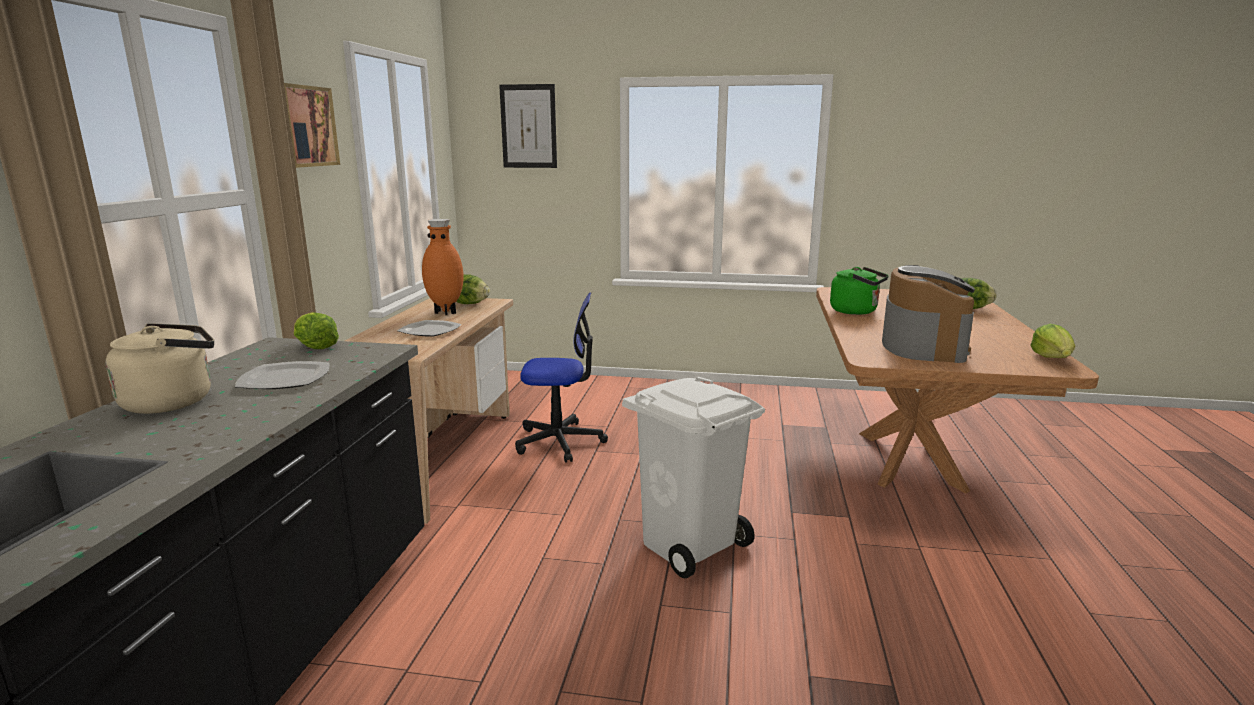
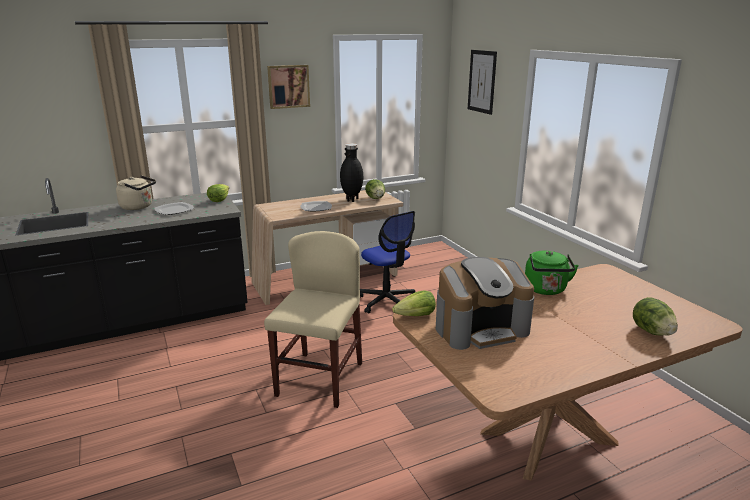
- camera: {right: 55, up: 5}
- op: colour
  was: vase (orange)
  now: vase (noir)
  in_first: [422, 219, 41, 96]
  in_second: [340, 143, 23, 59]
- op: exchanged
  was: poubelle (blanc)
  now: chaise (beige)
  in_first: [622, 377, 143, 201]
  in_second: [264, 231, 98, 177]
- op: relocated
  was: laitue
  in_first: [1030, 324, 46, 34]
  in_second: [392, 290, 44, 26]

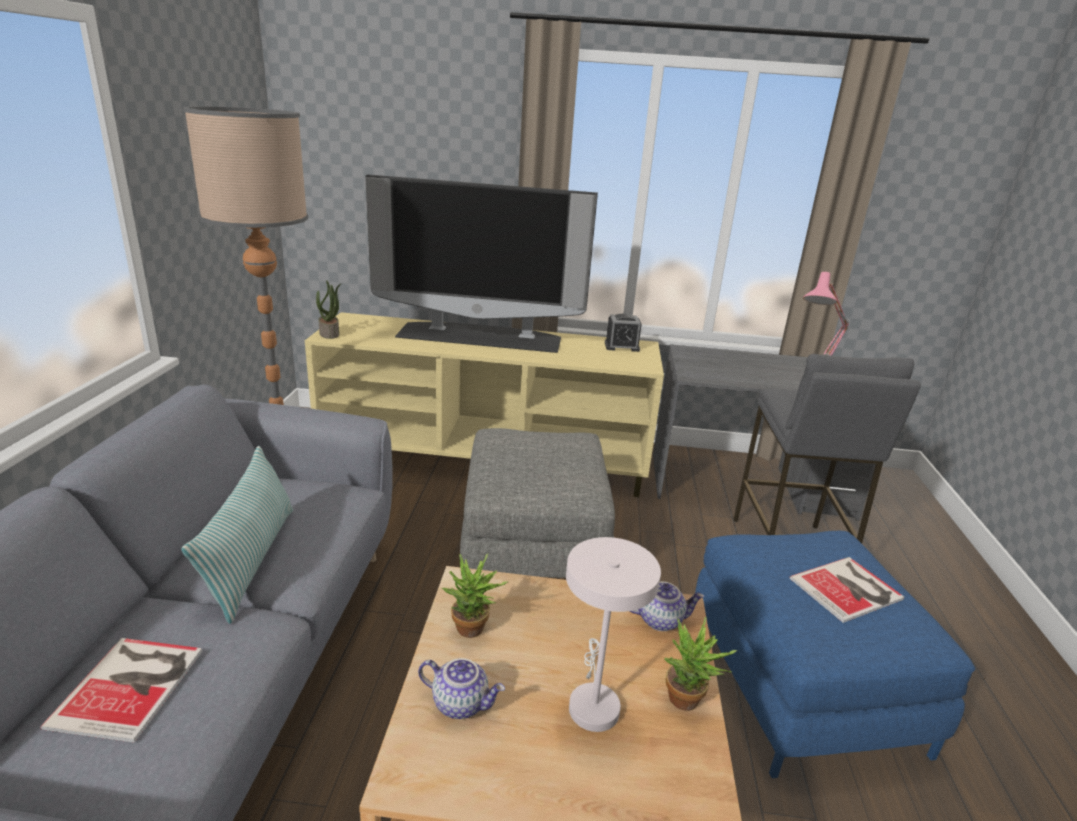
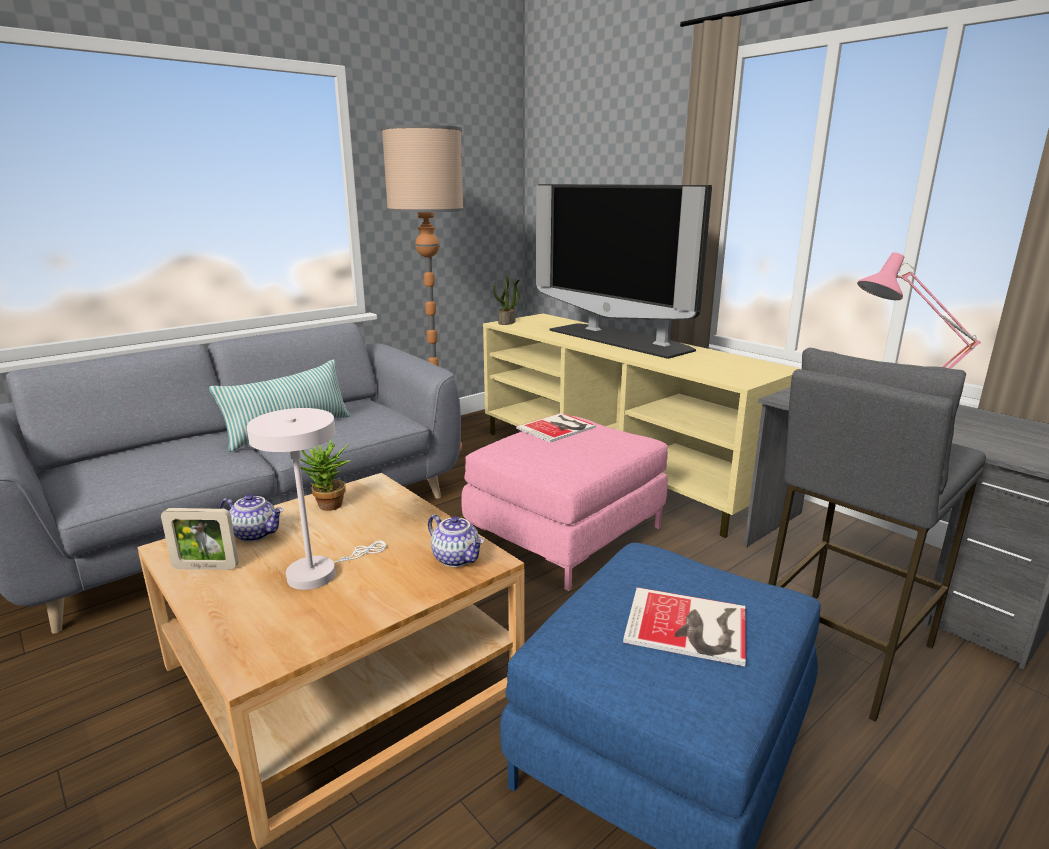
- camera: {right: 45, up: -5}
- op: relocated
  was: livre
  in_first: [40, 638, 162, 105]
  in_second: [516, 413, 80, 30]
- op: spun
  was: théière
  in_first: [418, 658, 87, 61]
  in_second: [220, 494, 63, 48]
  clockwise: -45
- op: colour
  was: pouf (gris)
  now: pouf (rose)
  in_first: [460, 428, 155, 150]
  in_second: [461, 416, 207, 175]
- op: missing
  was: réveil
  in_first: [605, 314, 37, 38]
- op: missing
  was: plante en pot
  in_first: [664, 617, 74, 94]
- op: appeared
  now: cadre photo
  in_second: [161, 508, 78, 62]

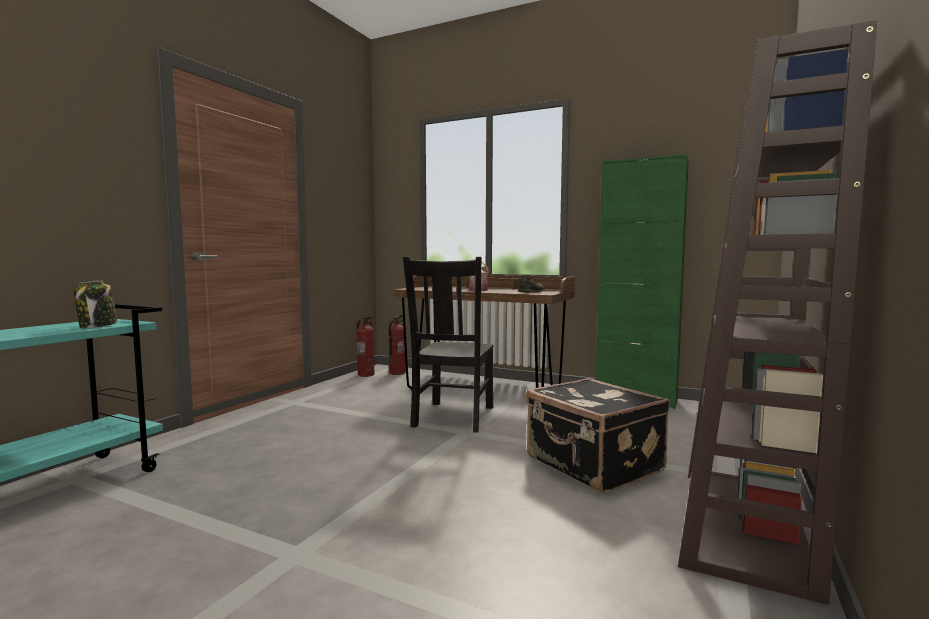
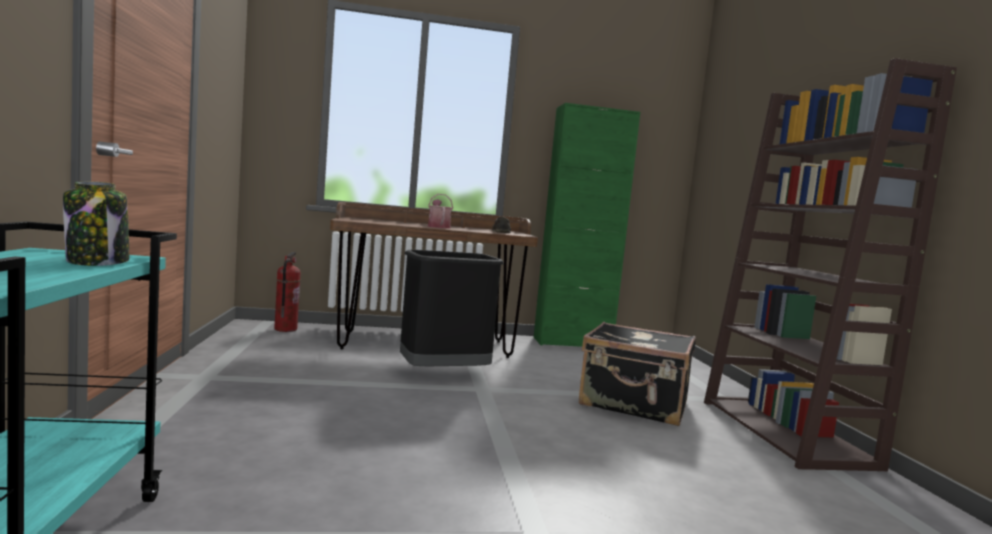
- camera: {right: -35, up: 0}
- op: missing
  was: extincteur
  in_first: [357, 317, 17, 60]
- op: exchanged
  was: chaise (noir)
  now: poubelle (noir)
  in_first: [403, 257, 90, 176]
  in_second: [400, 250, 104, 116]

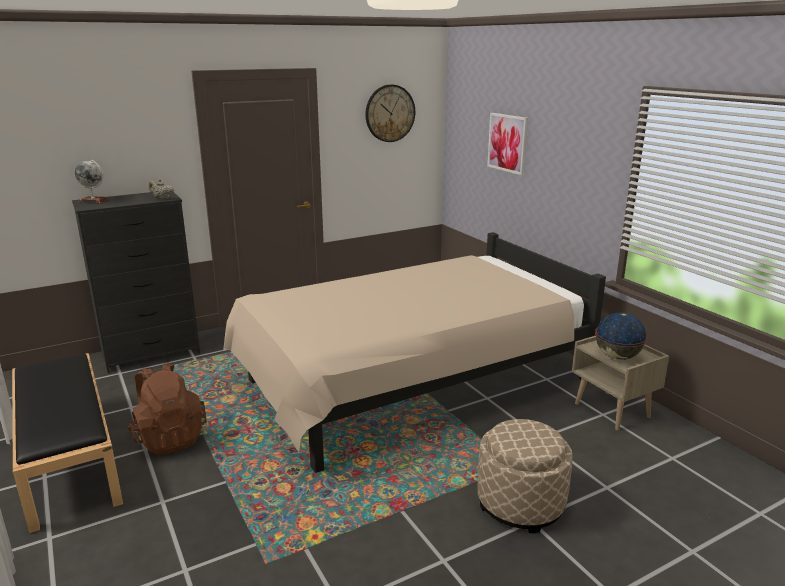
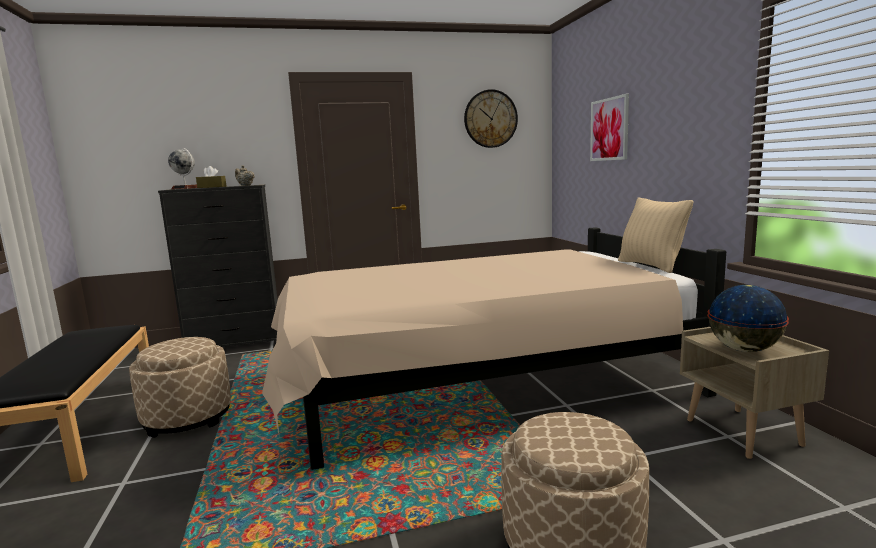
- camera: {right: 15, up: -10}
- op: exchanged
  was: sac à dos (marron)
  now: pouf (beige)
  in_first: [127, 362, 80, 93]
  in_second: [129, 337, 102, 101]
- op: appeared
  now: boîte à mouchoirs (marron)
  in_second: [196, 166, 30, 22]
- op: appeared
  now: coussin (beige)
  in_second: [618, 198, 75, 75]

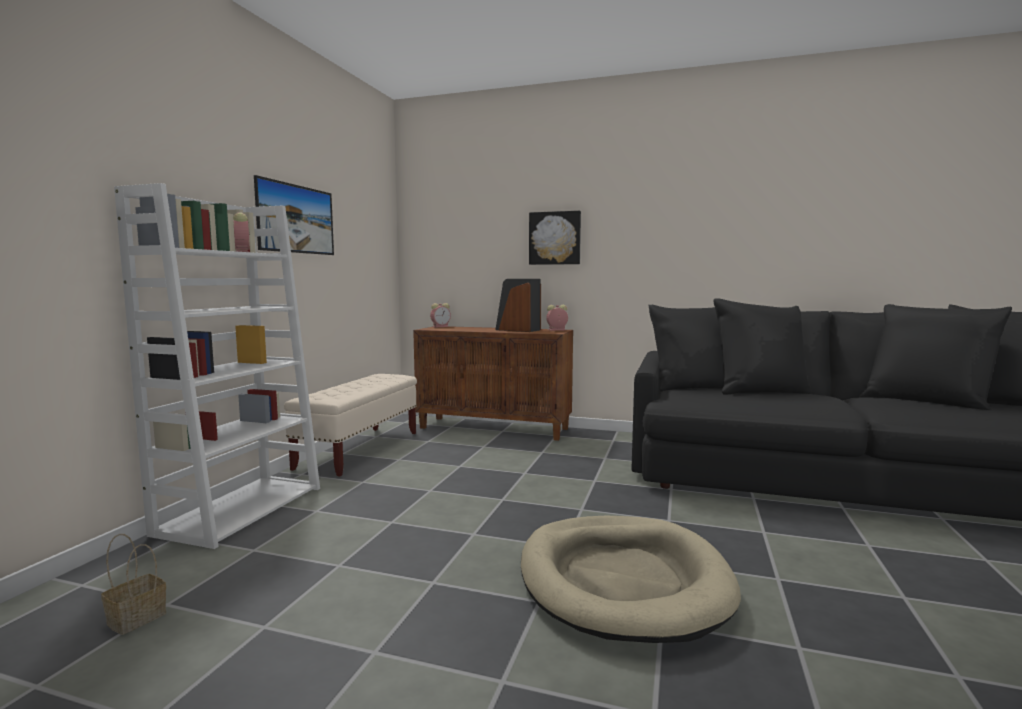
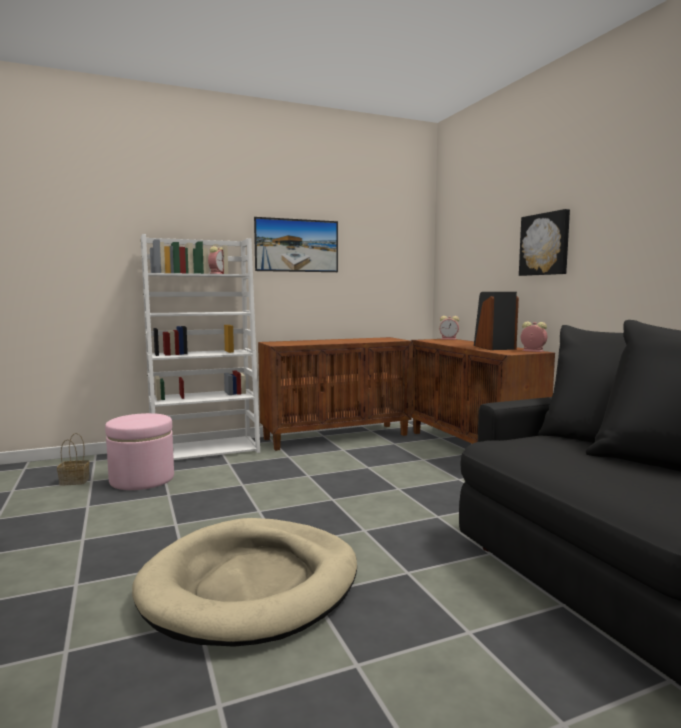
- camera: {right: 50, up: 0}
- op: exchanged
  was: banc (beige)
  now: meuble de rangement (marron)
  in_first: [284, 374, 133, 103]
  in_second: [258, 337, 155, 114]
- op: appeared
  now: pouf (rose)
  in_second: [105, 413, 69, 77]

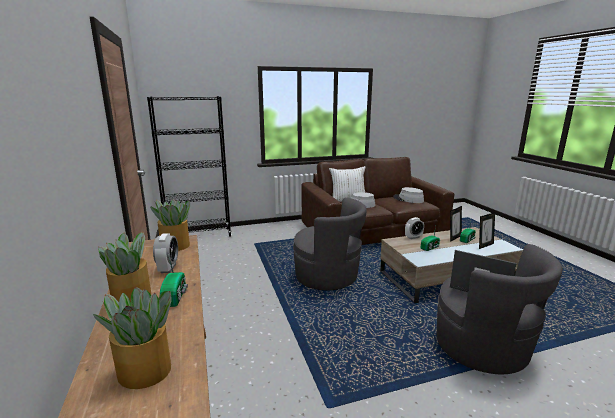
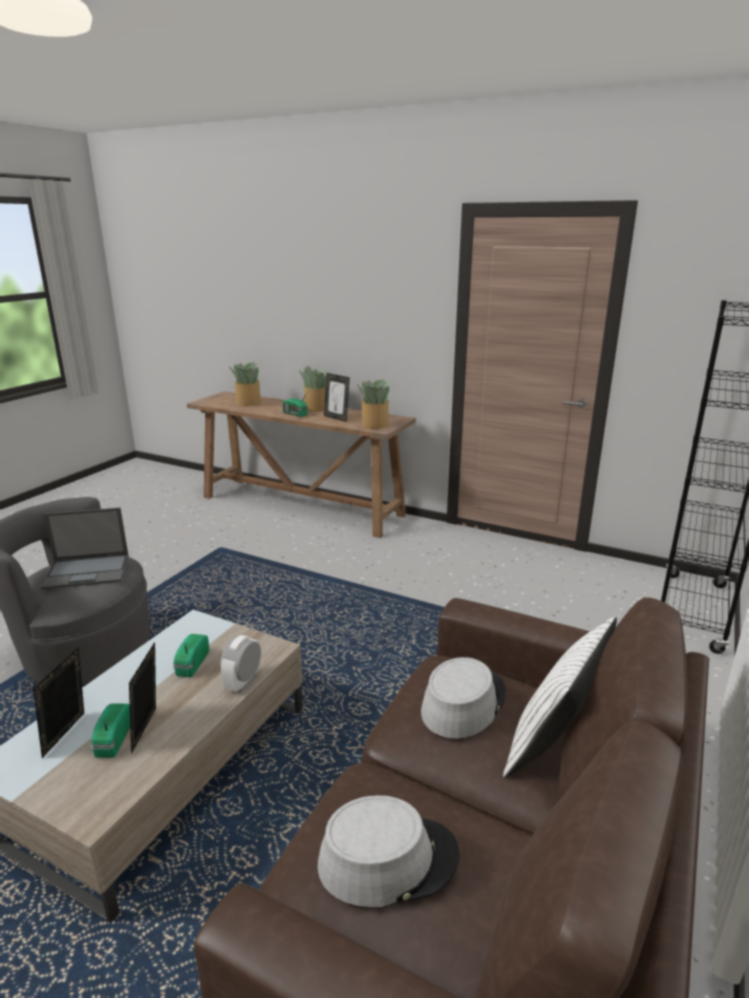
- camera: {right: 135, up: 5}
- op: exchanged
  was: réveil
  now: cadre photo
  in_first: [153, 233, 25, 40]
  in_second: [324, 373, 26, 49]
- op: missing
  was: fauteuil (gris)
  in_first: [293, 198, 74, 92]

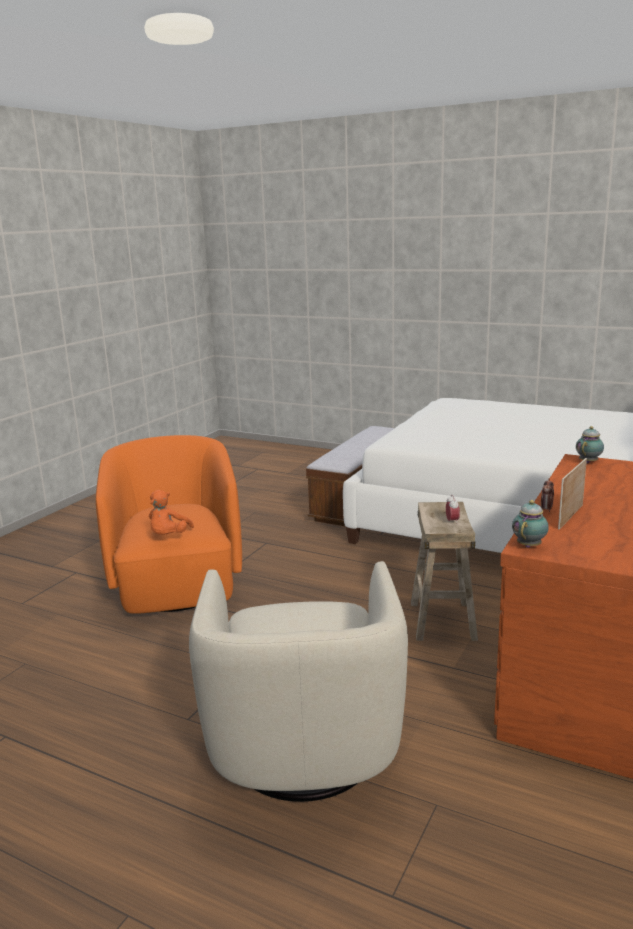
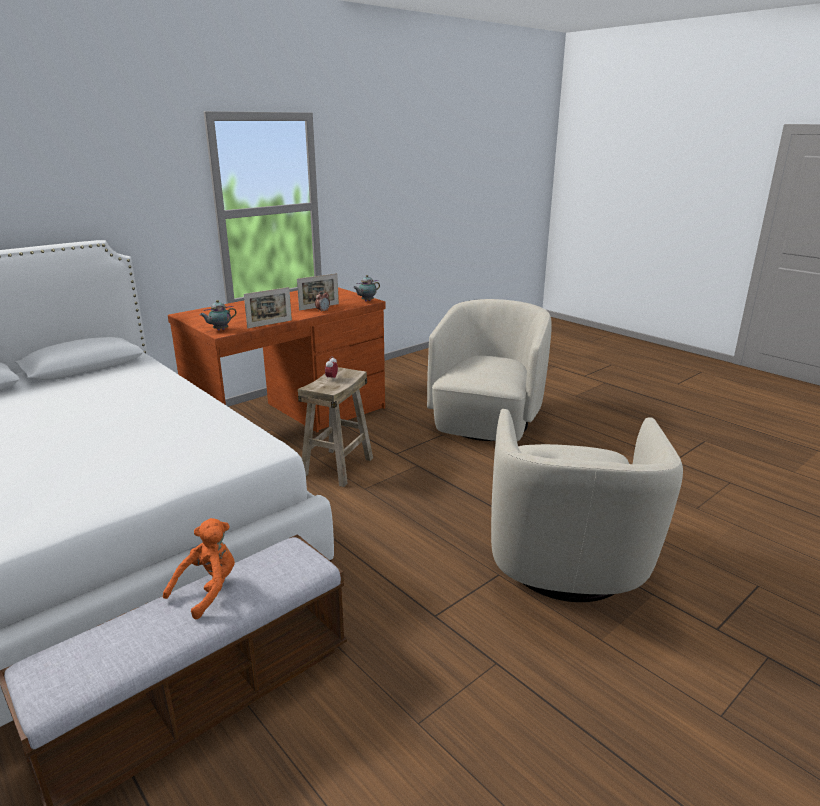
- camera: {right: -160, up: 5}
- op: colour
  was: fauteuil (orange)
  now: fauteuil (beige)
  in_first: [96, 435, 146, 179]
  in_second: [491, 409, 192, 193]
- op: relocated
  was: peluche (orange)
  in_first: [149, 490, 45, 45]
  in_second: [163, 518, 72, 101]
- op: appeared
  now: cadre photo
  in_second: [244, 287, 48, 41]

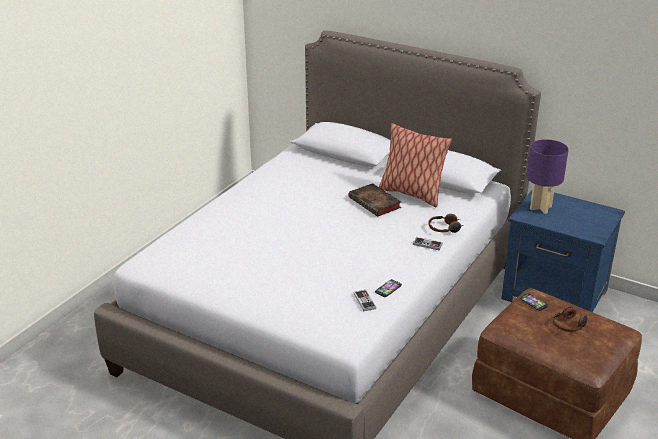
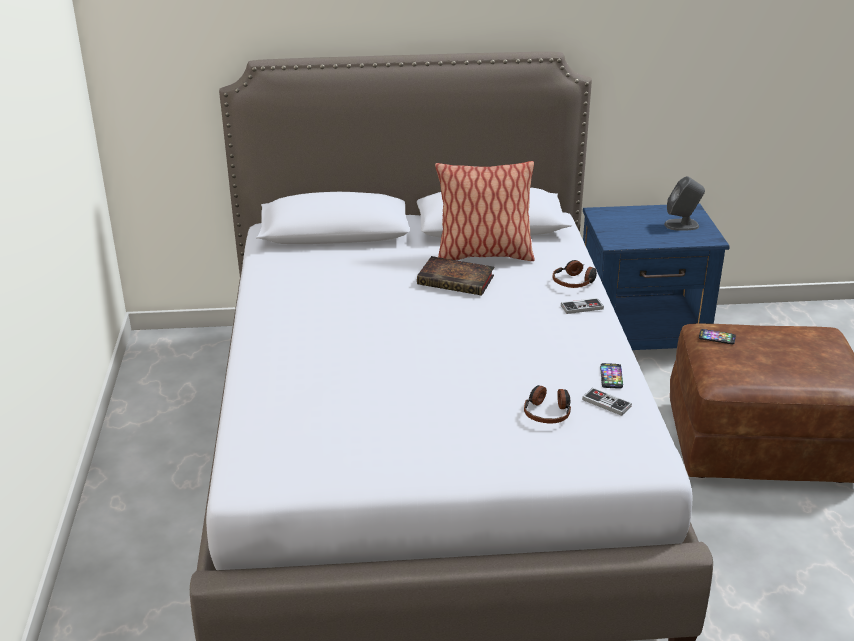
- camera: {right: -35, up: 0}
- op: missing
  was: lampe de table (violet)
  in_first: [526, 139, 43, 75]
- op: relocated
  was: casque audio
  in_first: [553, 307, 34, 25]
  in_second: [524, 385, 47, 38]
- op: appeared
  now: enceinte (gris)
  in_second: [664, 176, 41, 55]

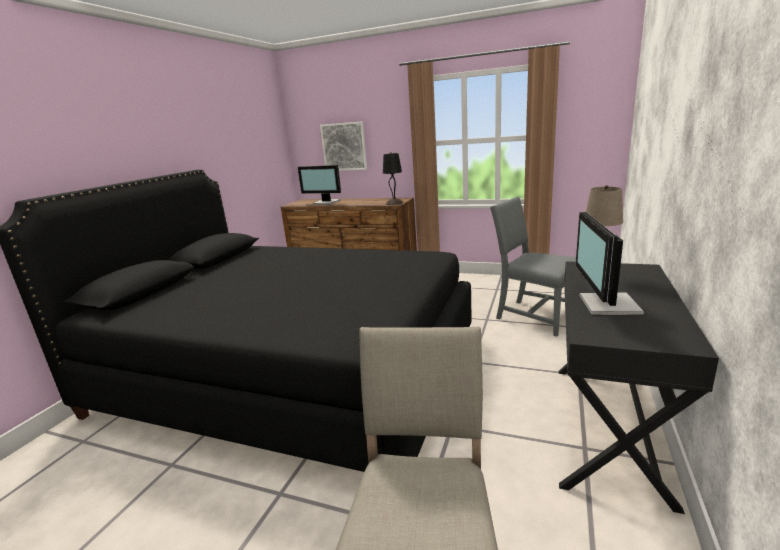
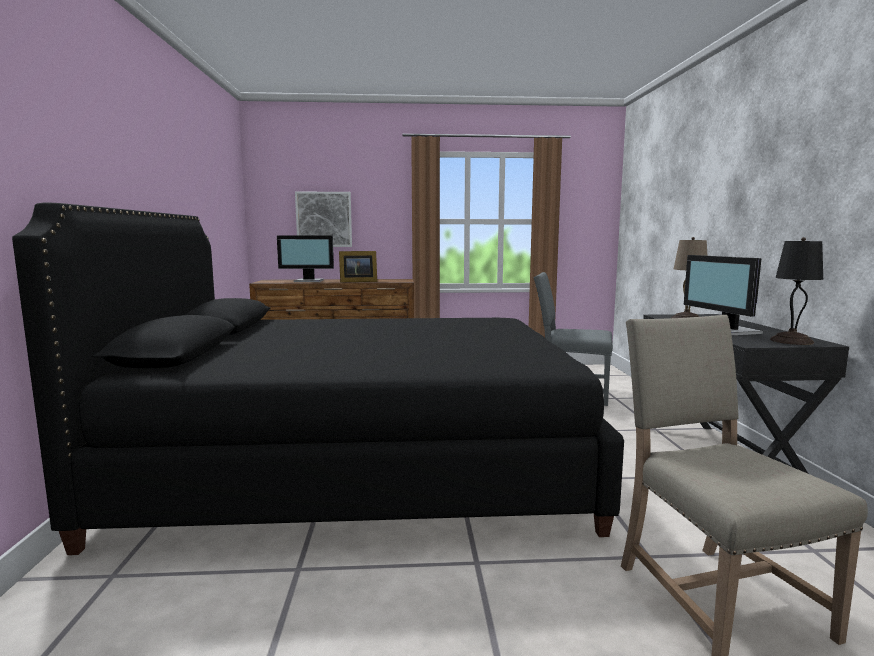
- camera: {right: -25, up: -10}
- op: relocated
  was: lampe de table (noir)
  in_first: [383, 152, 20, 53]
  in_second: [770, 237, 53, 108]
- op: appeared
  now: cadre photo
  in_second: [339, 251, 38, 32]

